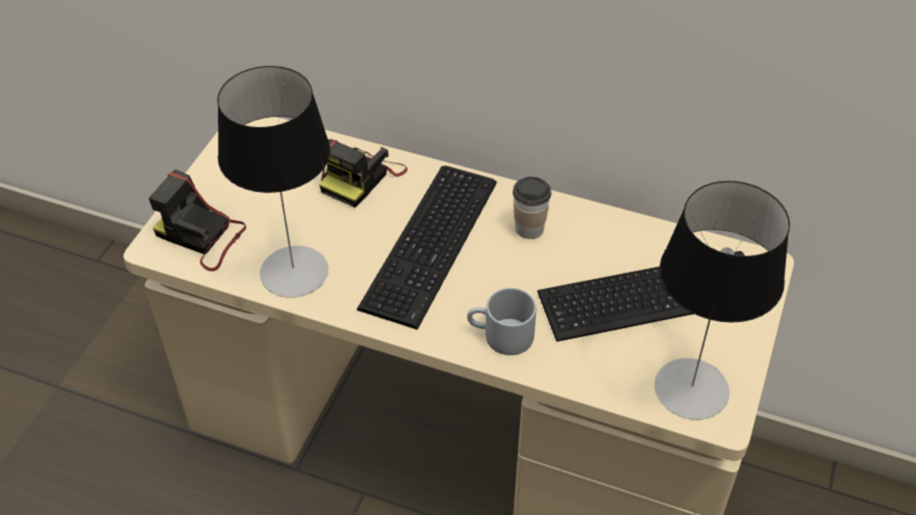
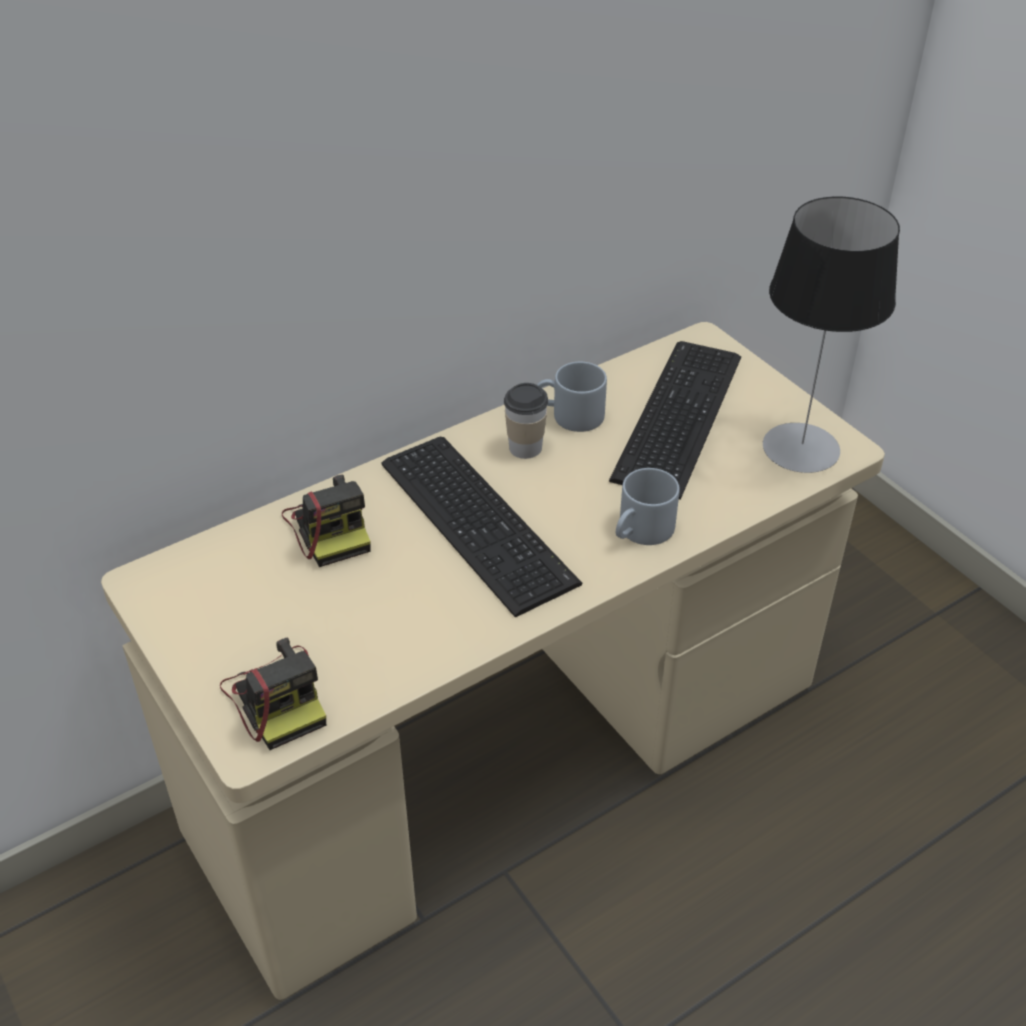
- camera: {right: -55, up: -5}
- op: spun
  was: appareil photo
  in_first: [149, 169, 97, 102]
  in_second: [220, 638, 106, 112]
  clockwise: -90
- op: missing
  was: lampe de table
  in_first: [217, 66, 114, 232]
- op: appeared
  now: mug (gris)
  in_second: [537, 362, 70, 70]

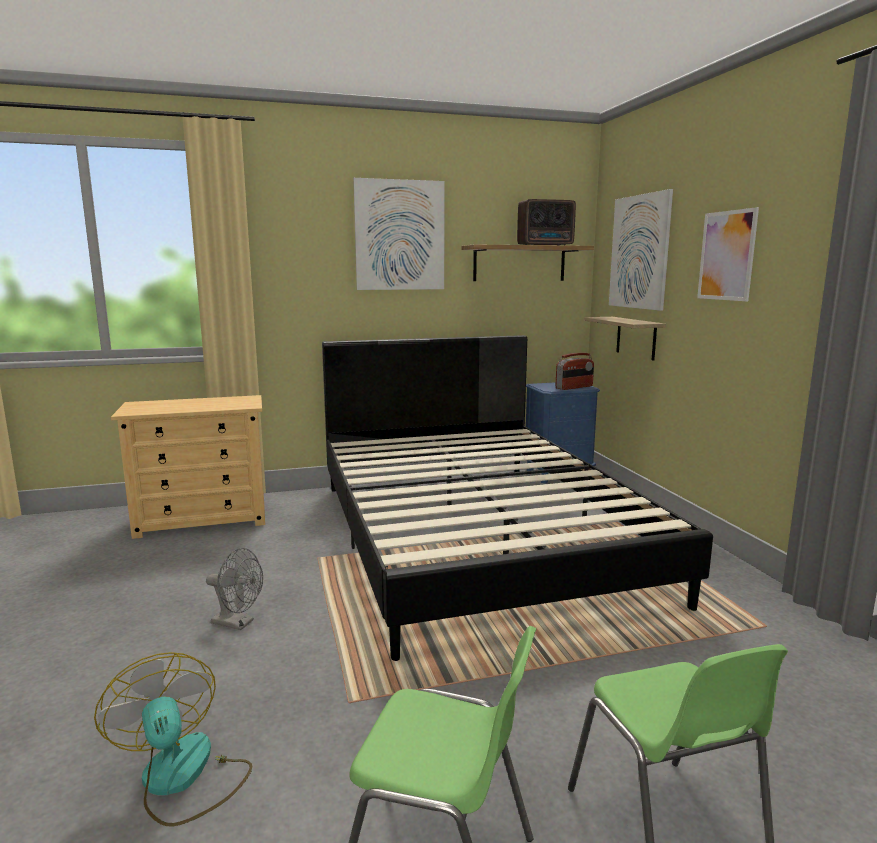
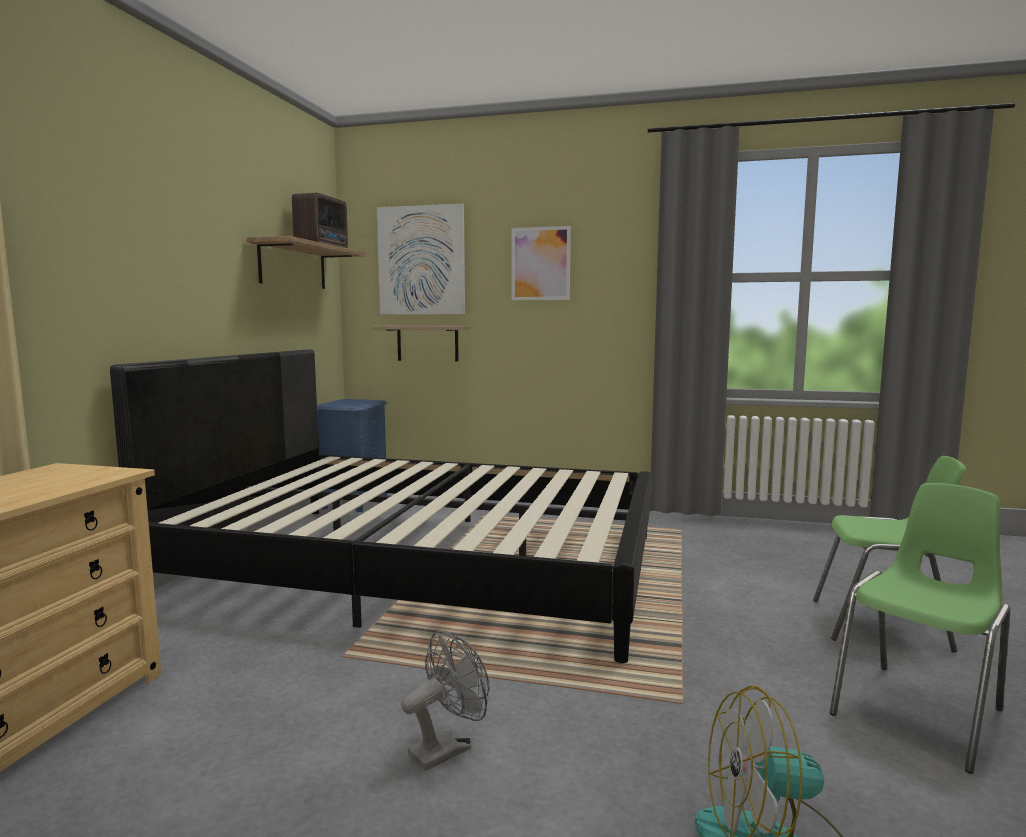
- camera: {right: -60, up: -5}
- op: missing
  was: tableau
  in_first: [353, 178, 92, 112]
- op: missing
  was: radio
  in_first: [556, 353, 38, 37]

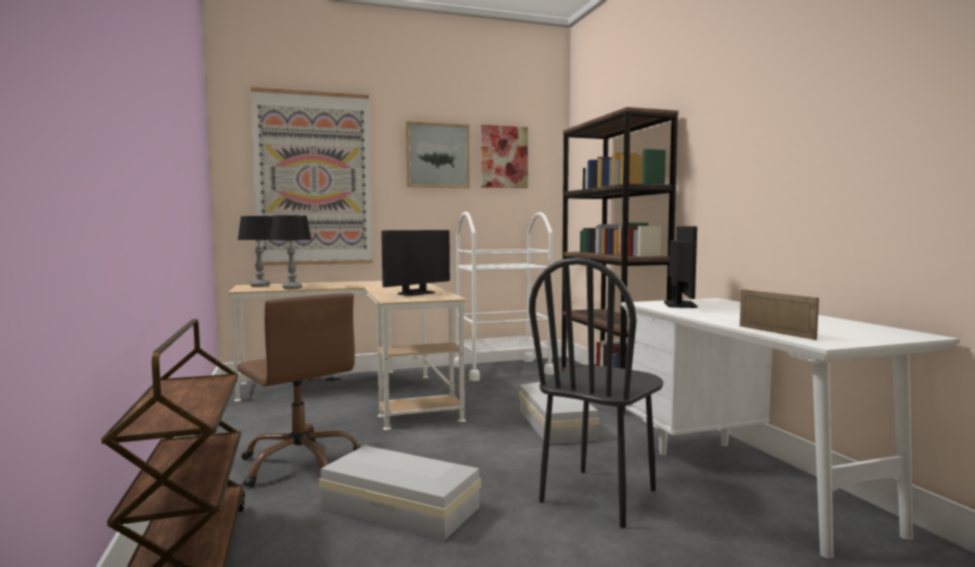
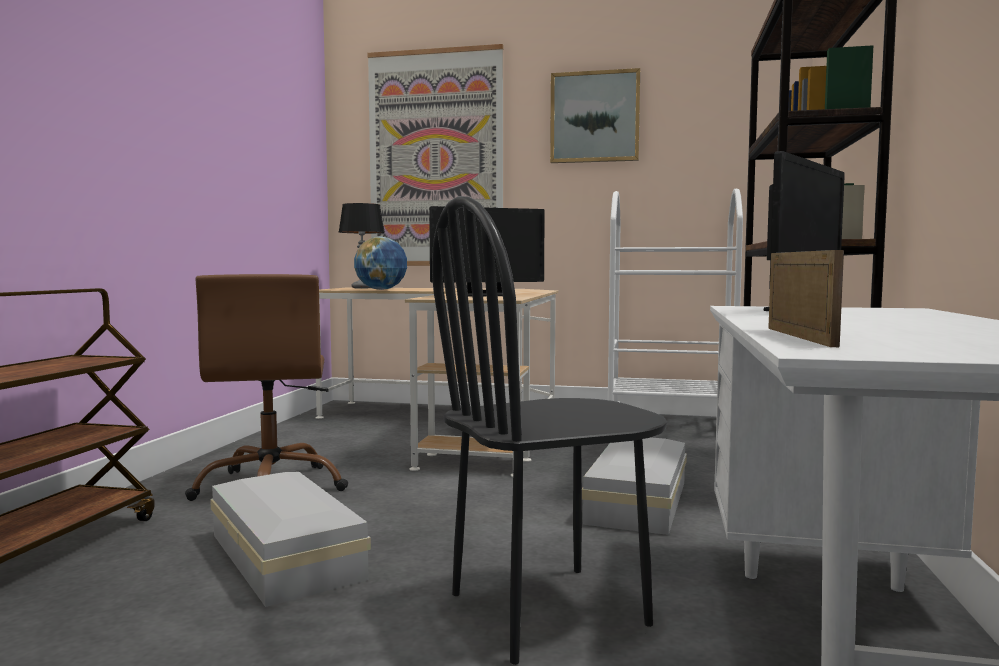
- camera: {right: 30, up: 0}
- op: exchanged
  was: lampe de table
  now: globe
  in_first: [270, 215, 42, 74]
  in_second: [354, 236, 53, 54]
- op: missing
  was: tableau
  in_first: [481, 125, 47, 63]

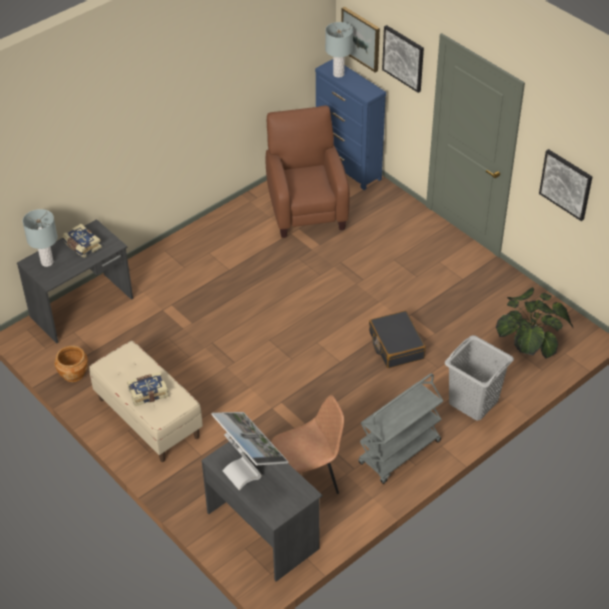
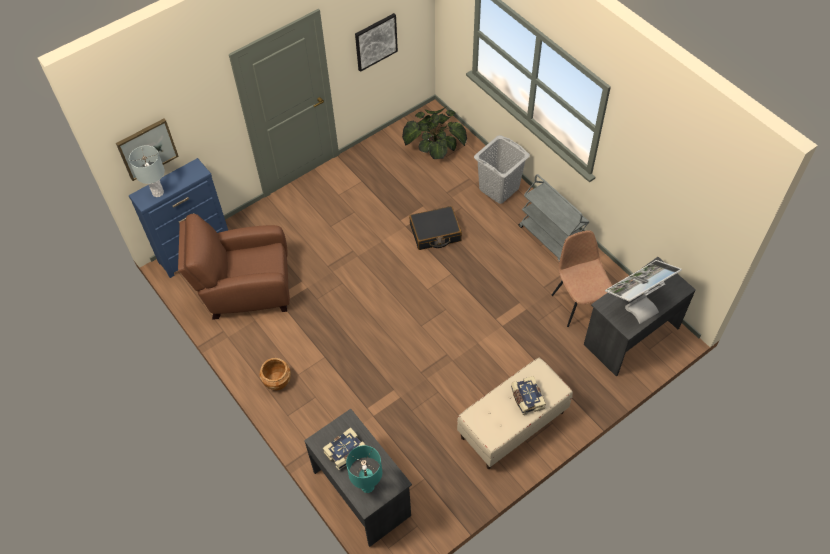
- camera: {right: -85, up: 10}
- op: colour
  was: lampe de table (gris)
  now: lampe de table (turquoise)
  in_first: [23, 209, 35, 58]
  in_second: [346, 445, 36, 48]
- op: relocated
  was: cache-pot (marron)
  in_first: [54, 346, 34, 36]
  in_second: [259, 358, 32, 32]
- op: missing
  was: tableau
  in_first: [382, 25, 42, 68]

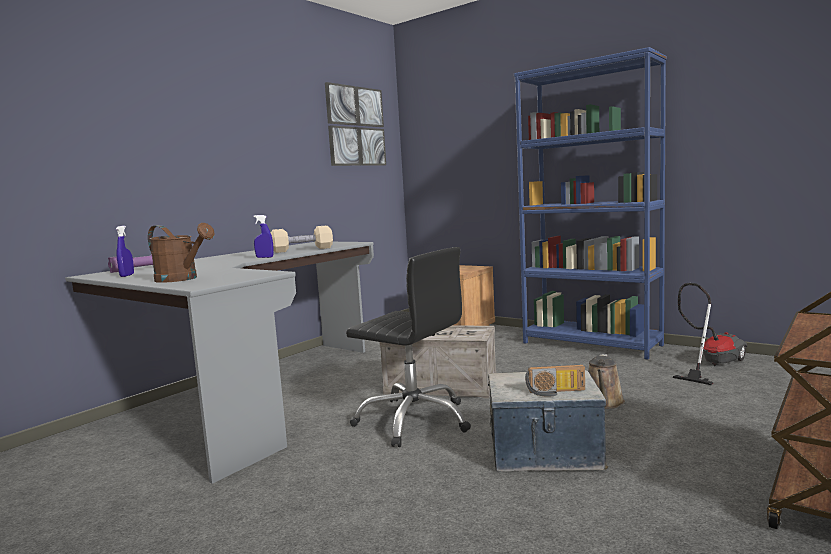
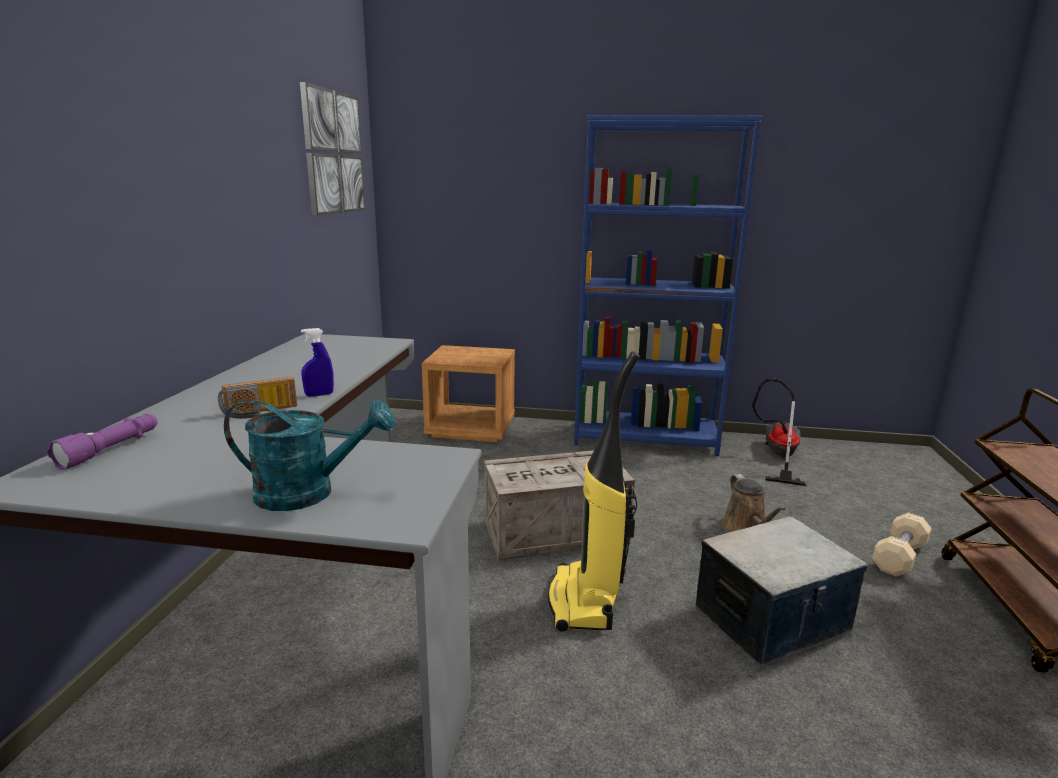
- camera: {right: -30, up: 10}
- op: missing
  was: vaporisateur (bleu)
  in_first: [116, 226, 18, 51]
- op: colour
  was: arrosoir (marron)
  now: arrosoir (turquoise)
  in_first: [148, 223, 67, 60]
  in_second: [224, 399, 170, 112]
- op: relocated
  was: haltère (beige)
  in_first: [271, 226, 62, 27]
  in_second: [872, 512, 59, 65]
- op: exchanged
  was: chaise de bureau (noir)
  now: aspirateur
  in_first: [346, 247, 125, 200]
  in_second: [548, 351, 92, 281]
- op: relocated
  was: radio
  in_first: [525, 365, 60, 31]
  in_second: [218, 377, 79, 42]

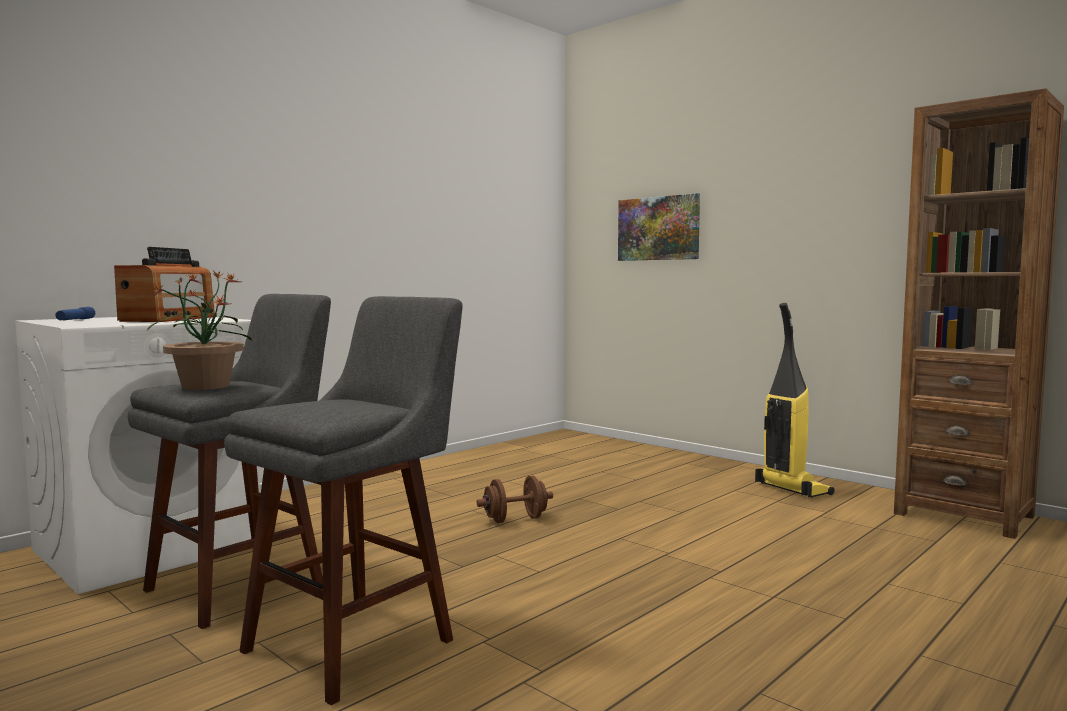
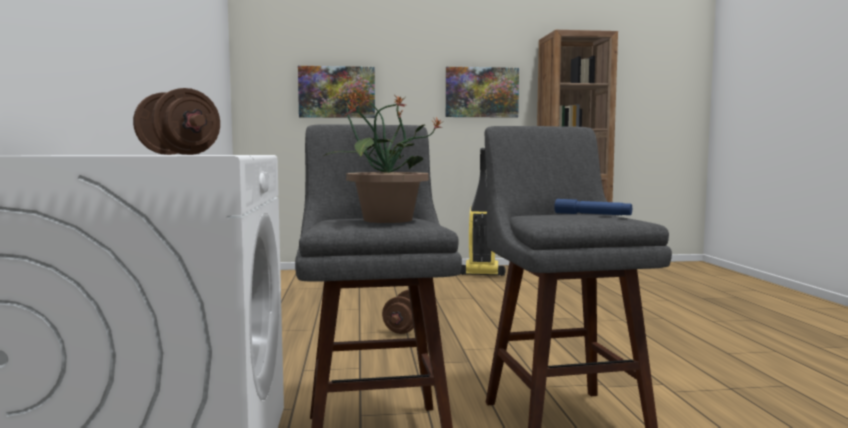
- camera: {right: -50, up: 0}
- op: relocated
  was: lampe de poche (bleu)
  in_first: [55, 307, 40, 13]
  in_second: [554, 199, 78, 16]
- op: exchanged
  was: radio
  now: haltère (marron)
  in_first: [114, 247, 101, 75]
  in_second: [133, 88, 87, 67]
- op: appeared
  now: tableau
  in_second: [446, 67, 73, 51]

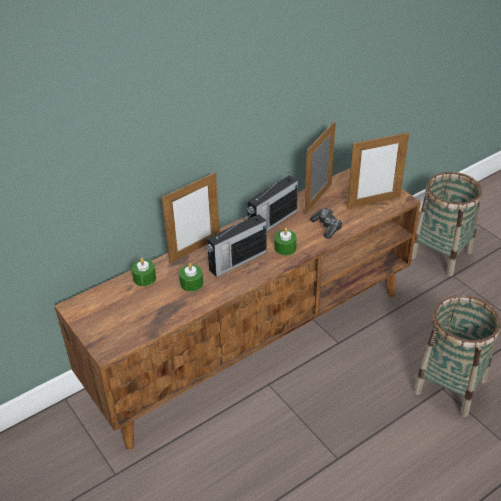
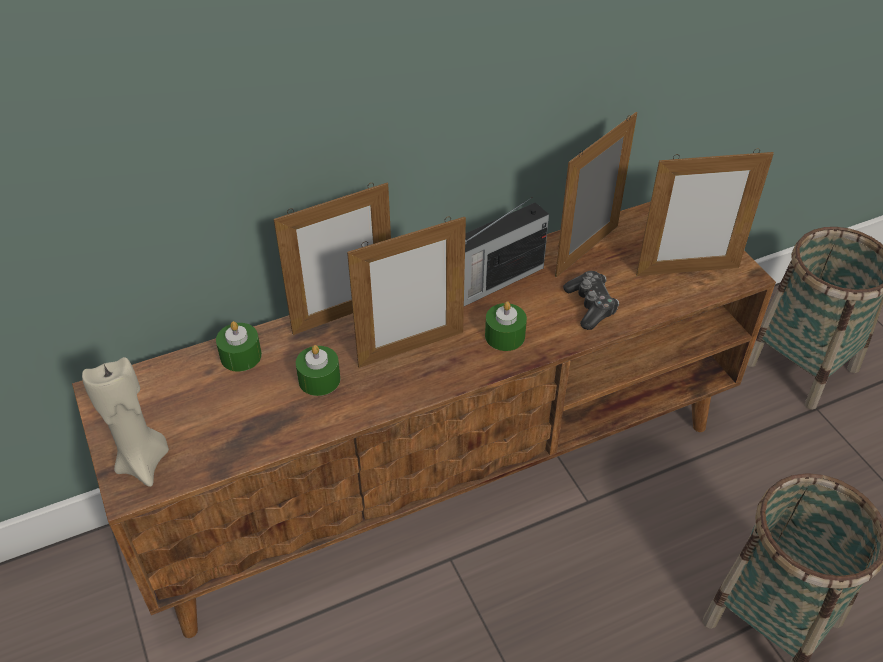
- camera: {right: 10, up: 5}
- op: exchanged
  was: radio
  now: cadre photo
  in_first: [206, 211, 61, 66]
  in_second: [347, 217, 119, 151]
- op: appeared
  now: bougie (beige)
  in_second: [82, 357, 87, 130]

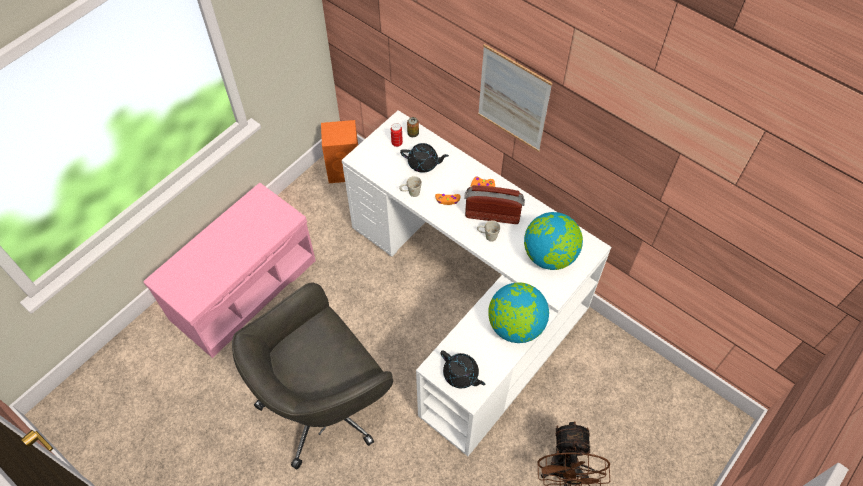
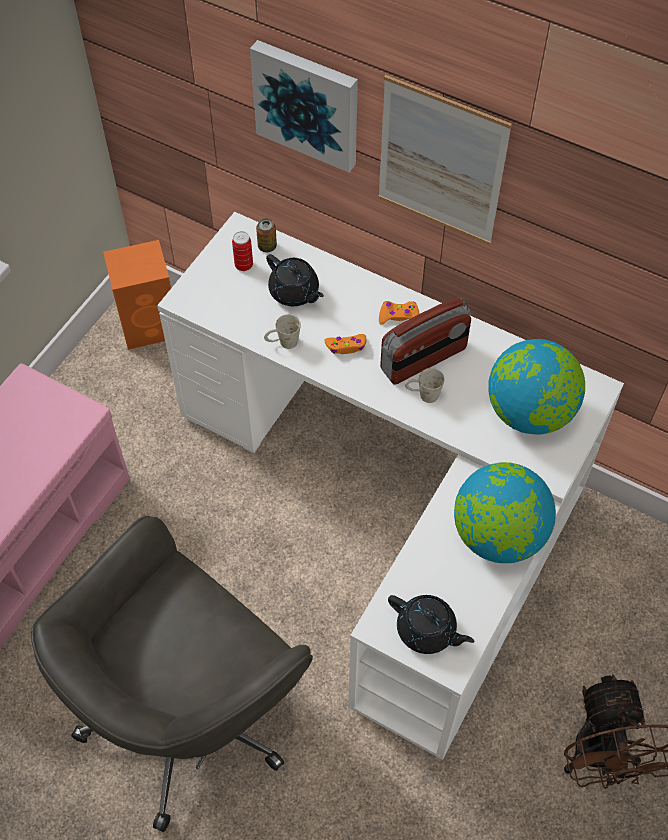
- camera: {right: -10, up: 0}
- op: spun
  was: théière (noir)
  in_first: [400, 143, 49, 30]
  in_second: [266, 254, 58, 52]
  clockwise: 45
- op: spun
  was: radio
  in_first: [464, 185, 61, 39]
  in_second: [380, 297, 91, 88]
  clockwise: 150
- op: appeared
  now: tableau
  in_second: [250, 40, 108, 132]

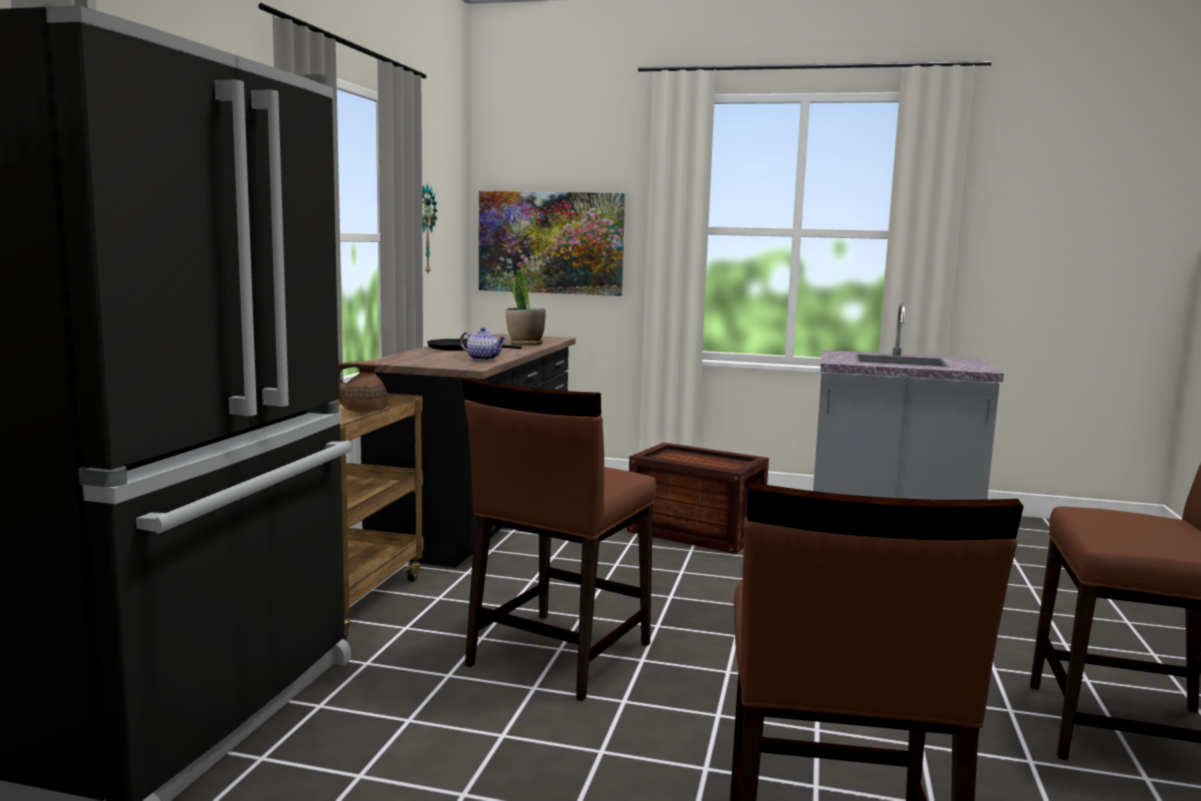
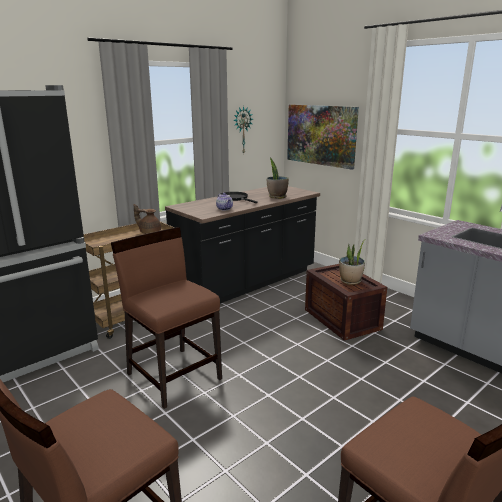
- camera: {right: 35, up: 10}
- op: spun
  was: chaise (marron)
  in_first: [462, 377, 194, 324]
  in_second: [111, 227, 111, 182]
  clockwise: 75
- op: appeared
  now: plante en pot
  in_second: [339, 239, 26, 46]

